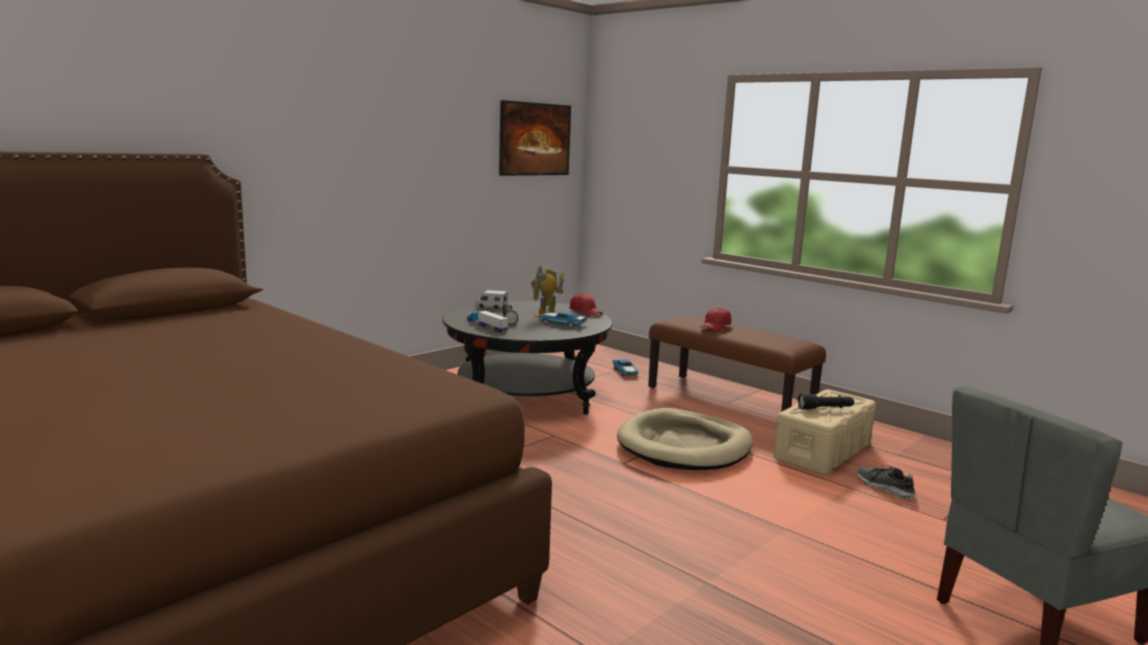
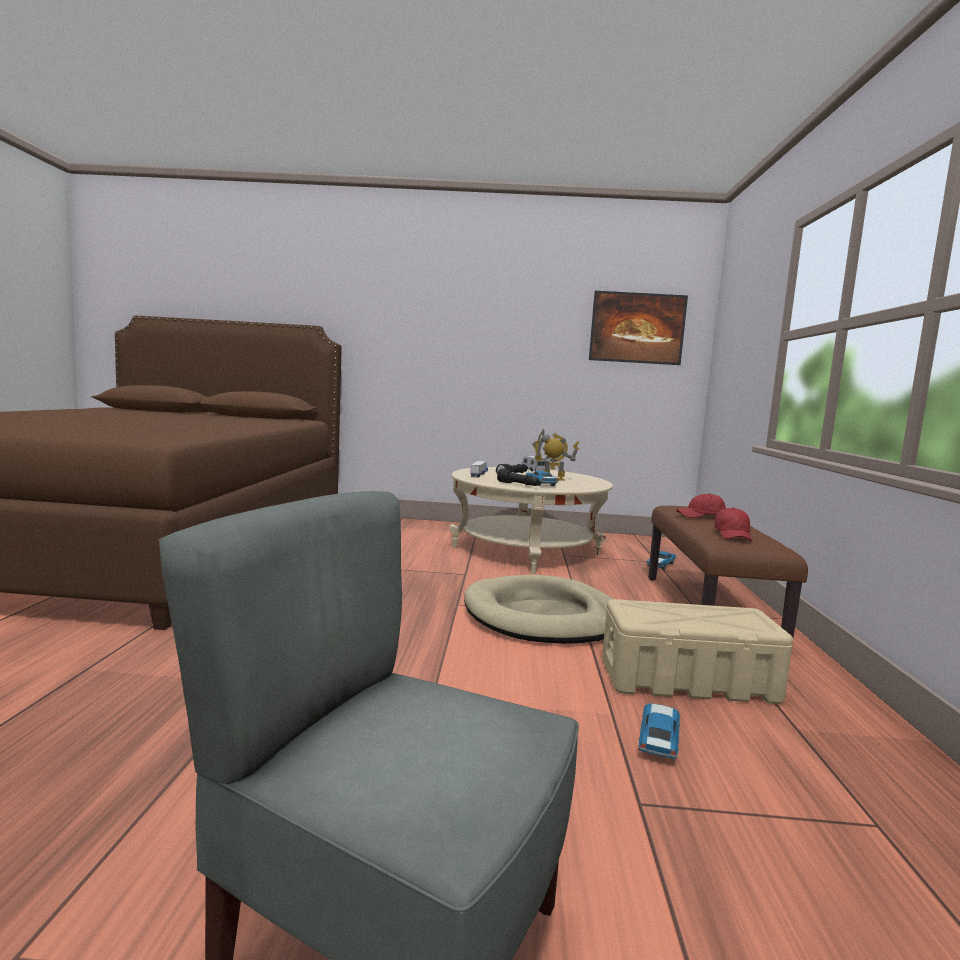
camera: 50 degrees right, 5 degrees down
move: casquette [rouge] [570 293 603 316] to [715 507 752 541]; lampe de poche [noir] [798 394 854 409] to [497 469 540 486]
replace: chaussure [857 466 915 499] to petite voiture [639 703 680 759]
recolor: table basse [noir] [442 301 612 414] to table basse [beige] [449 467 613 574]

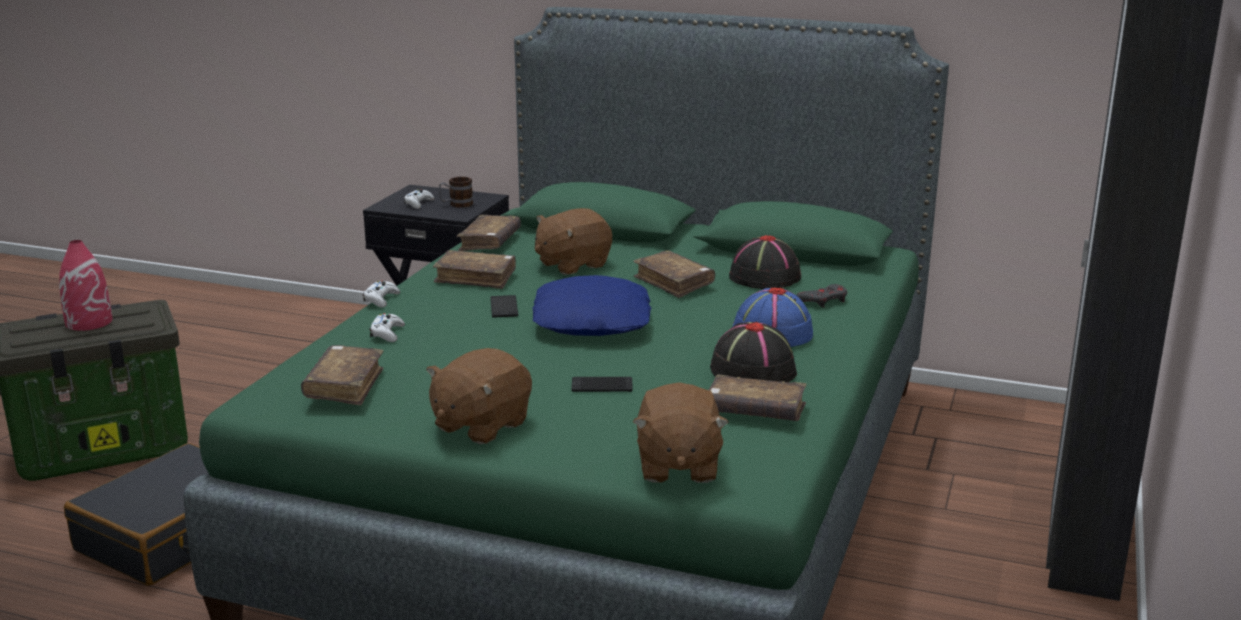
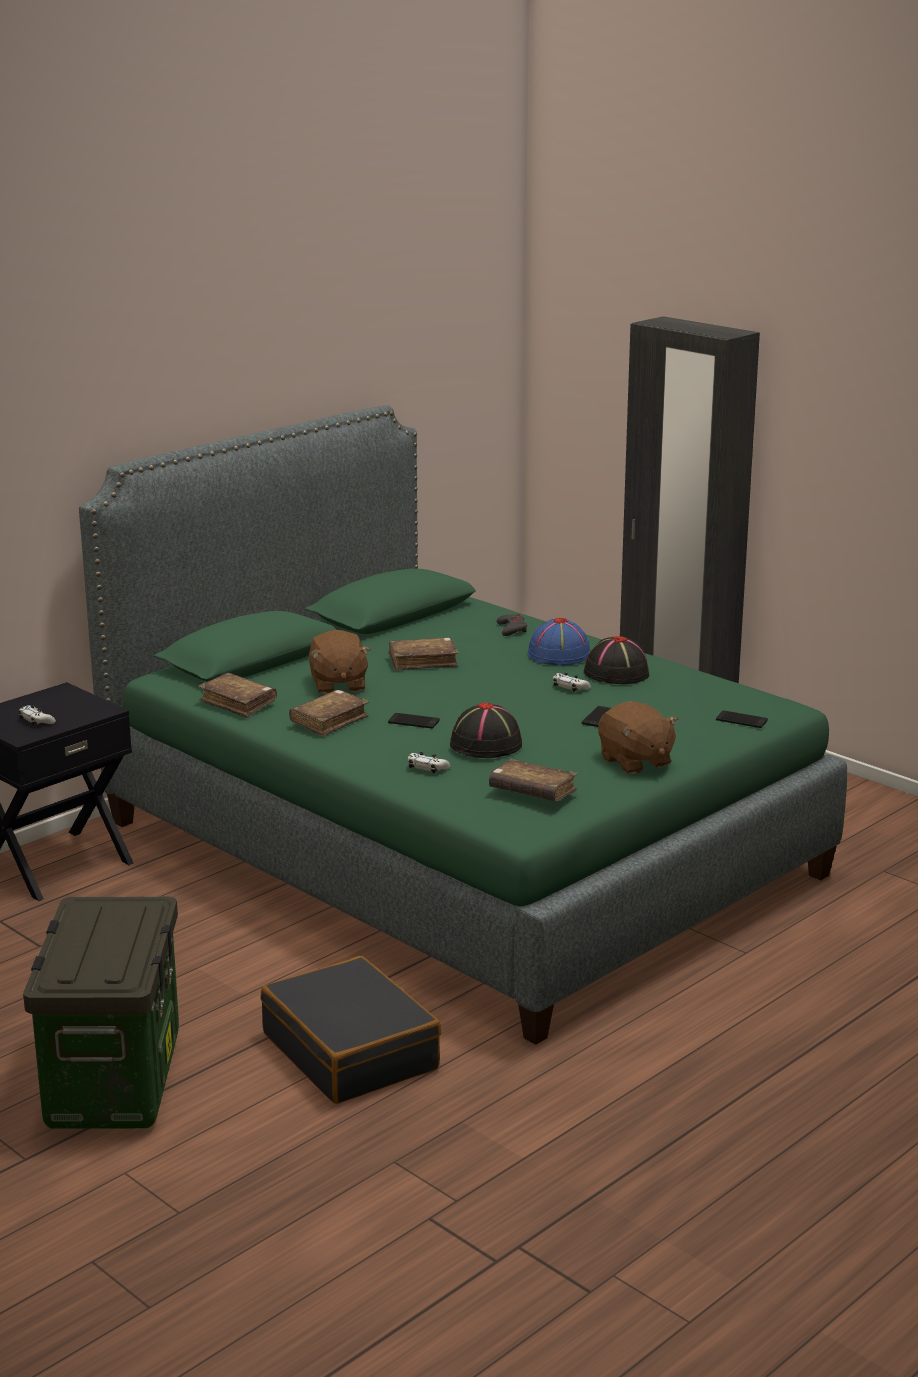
camera: 65 degrees left, 0 degrees up
delete: vase [rouge] [59 240 113 331]; mug [439 177 473 208]; coussin [bleu] [532 275 651 336]; livre [marron] [709 374 806 421]
move: manette [blanc] [363 281 400 308] to [553 673 591 692]; chapeau [noir] [729 235 801 289] to [450 702 522 758]
replace: peluche [marron] [633 382 729 483] to téléphone [716 711 768 728]

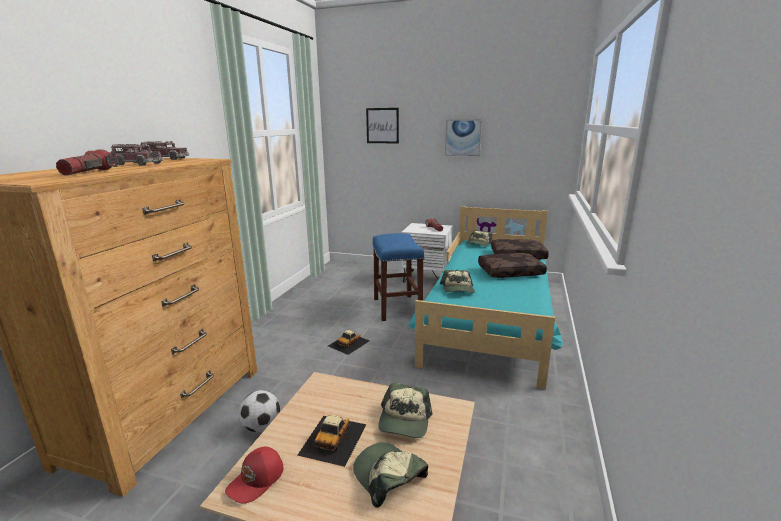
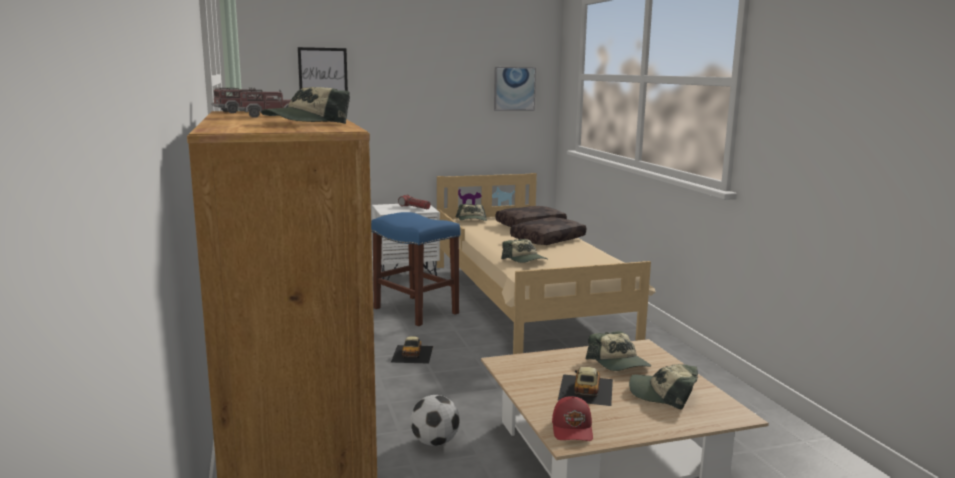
camera: 35 degrees left, 5 degrees down
move: tableau [445 120 482 156] to [494 67 536 111]
replace: lampe de poche [56 149 118 175] to casquette [261 87 350 124]
recolor: lit [turquoise] [408 206 563 389] to lit [beige] [437 173 656 354]
rotate: petite voiture [297 415 366 467] = [558 367 613 406] 150 degrees counterclockwise

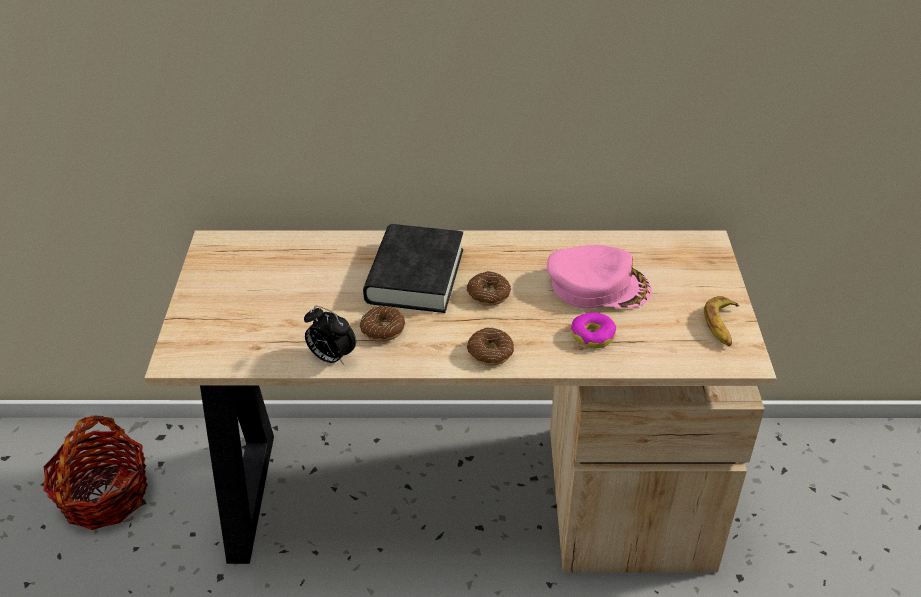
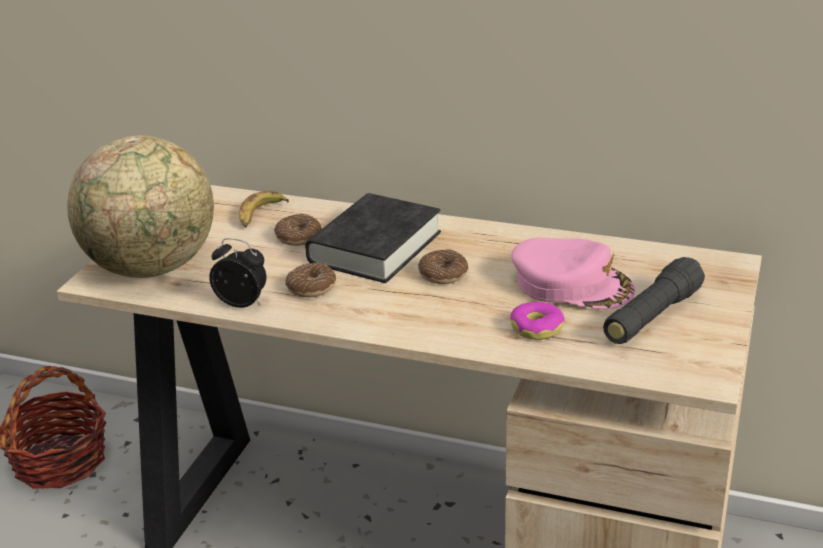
camera: 20 degrees right, 10 degrees down
insert: globe [67 135 214 278]; lampe de poche [noir] [603 257 705 344]
move: beignet [467 328 514 366] to [274 214 322 246]; banane [704 296 739 346] to [239 191 289 227]
rotate: réveil [304 306 356 365] = [209 238 267 308] 150 degrees clockwise

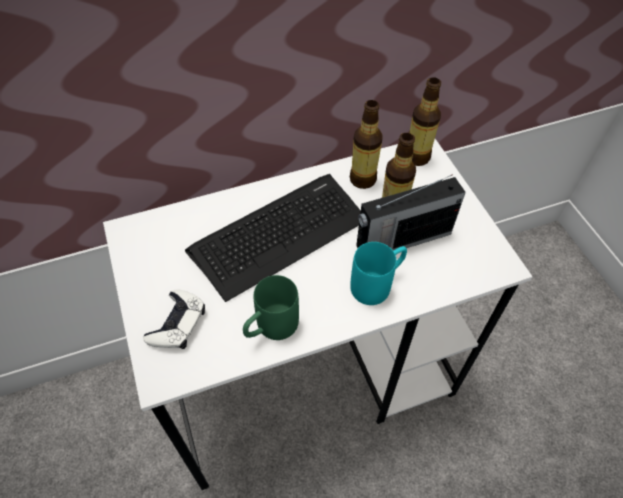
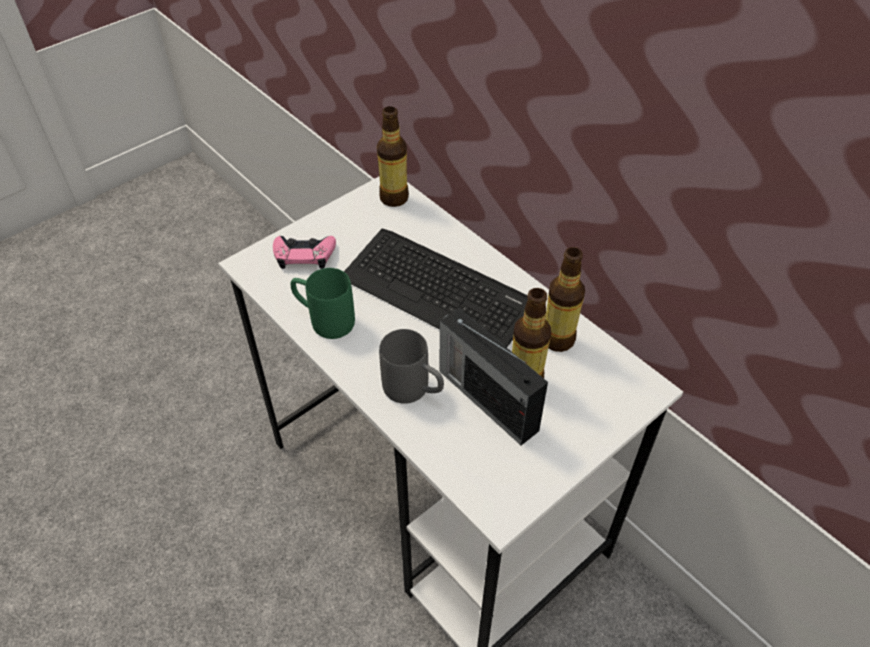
camera: 70 degrees right, 5 degrees down
move: bouteille [410 78 441 166] to [377 106 409 207]
recolor: manette [blanc] [143 289 205 349] to manette [rose] [273 236 336 269]; mug [turquoise] [350 242 407 305] to mug [gris] [379 329 444 404]

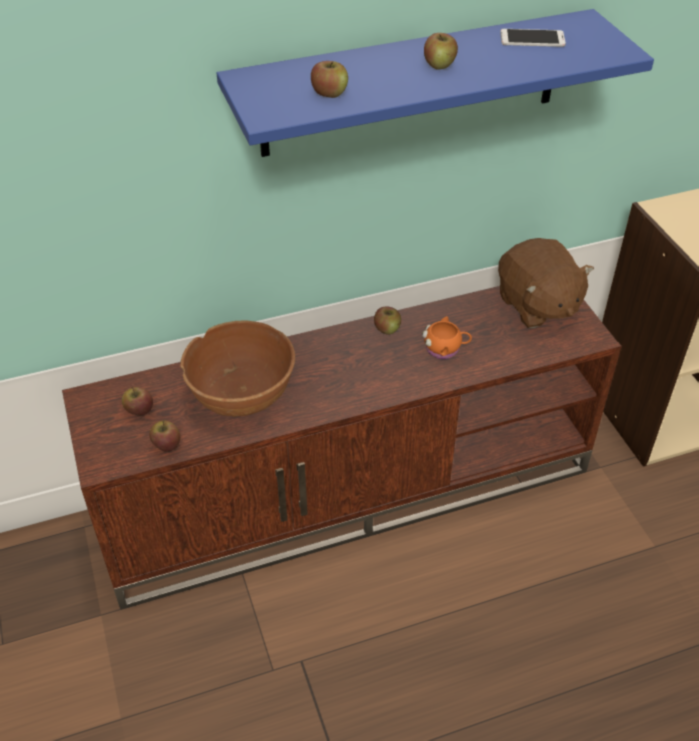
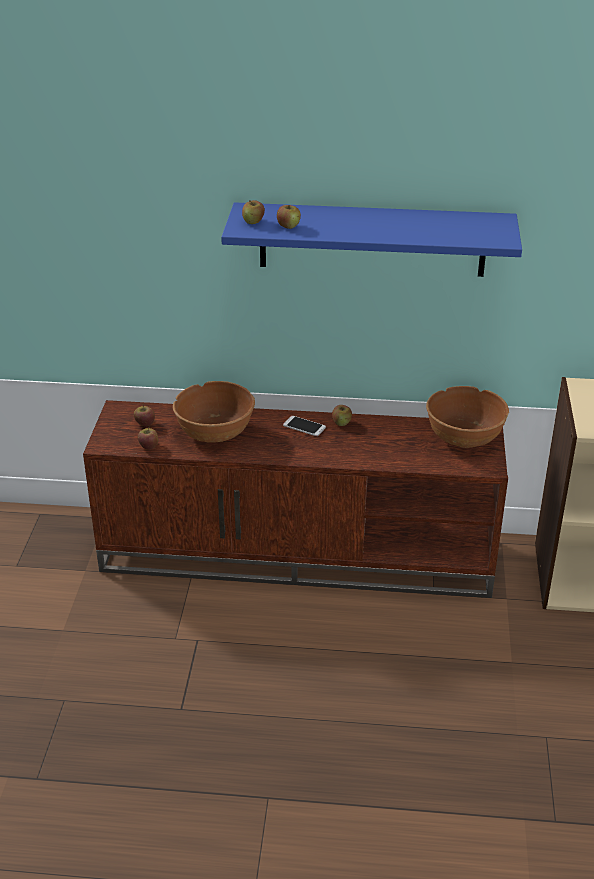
camera: 25 degrees right, 10 degrees down
delete: mug [orange] [422 316 472 359]
move: pomme [424 33 458 69] to [242 200 265 224]; téléphone [500 29 566 47] to [283 416 326 436]
replace: peluche [marron] [498 238 594 328] to bol [marron] [426 386 509 448]

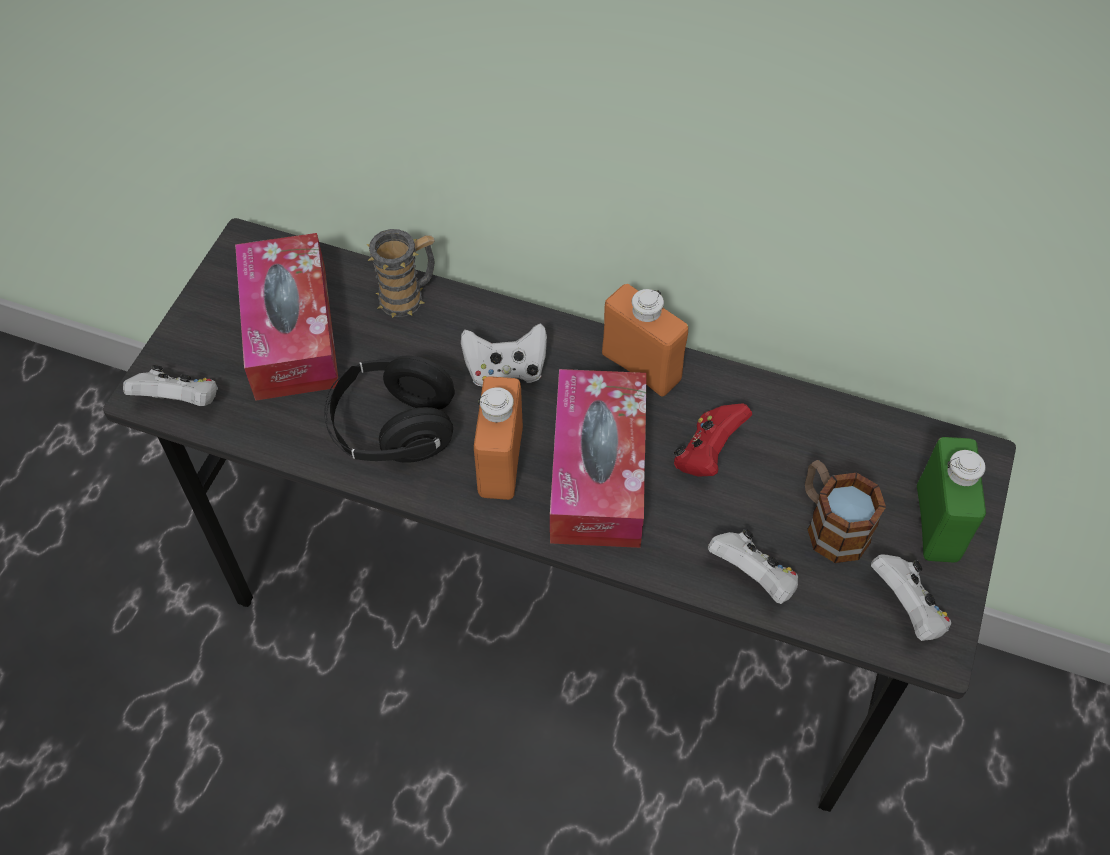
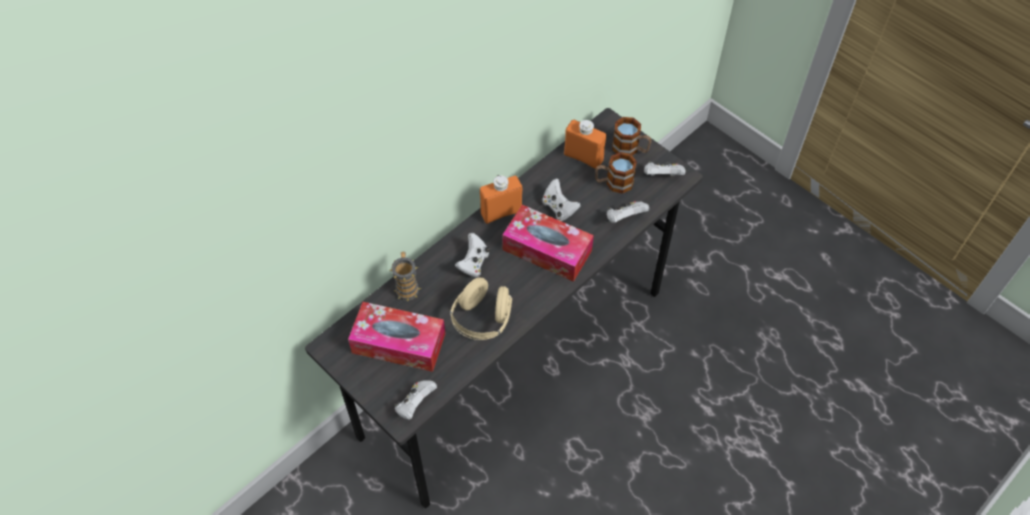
camera: 65 degrees left, 0 degrees up
move: bouteille [orange] [474 376 523 500] to [564 120 606 169]
replace: bouteille [vert] [917 437 986 563] to mug [612 117 652 155]
recolor: casque audio [noir] [324 356 455 463] to casque audio [beige] [450 277 512 340]; manette [rouge] [674 404 752 477] to manette [blanc] [542 179 581 221]

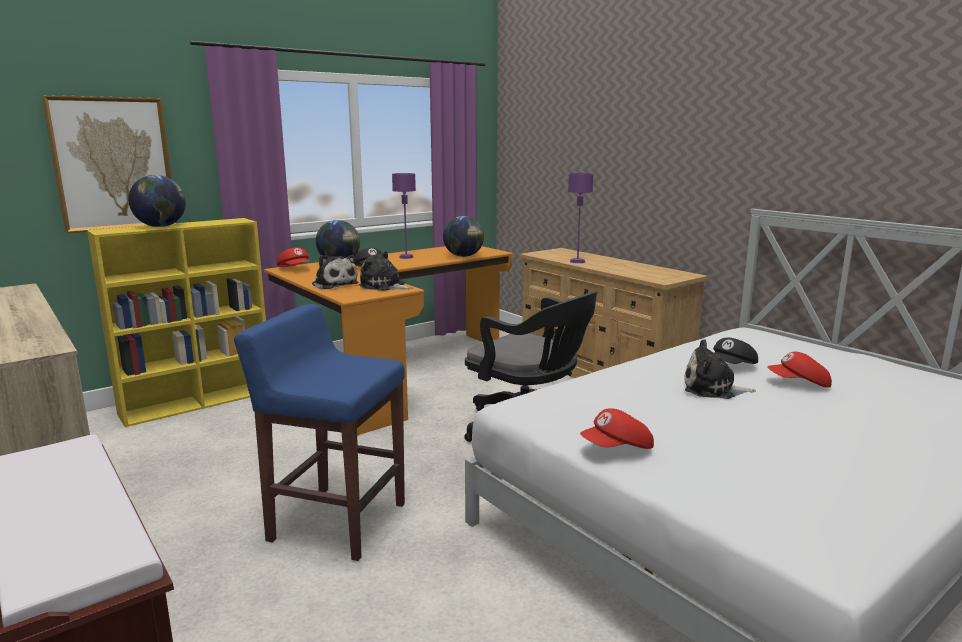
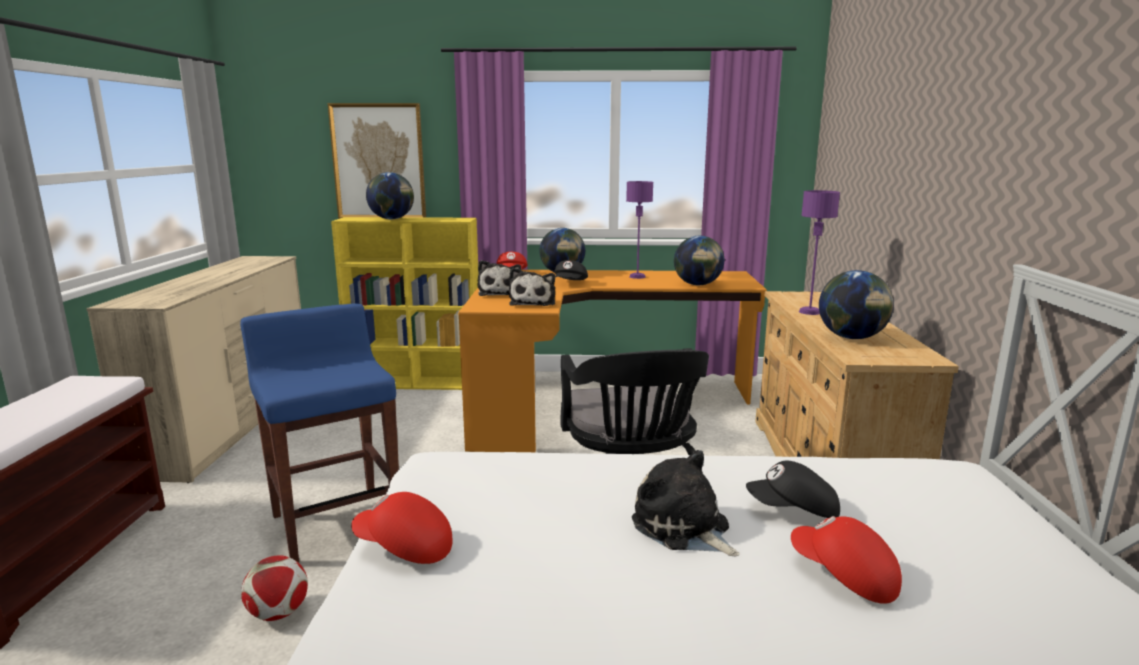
camera: 40 degrees right, 0 degrees up
insert: ballon de foot [241 555 308 621]; globe [819 270 894 339]
rotate: peluche [359 250 413 291] = [509 268 555 306] 150 degrees counterclockwise

